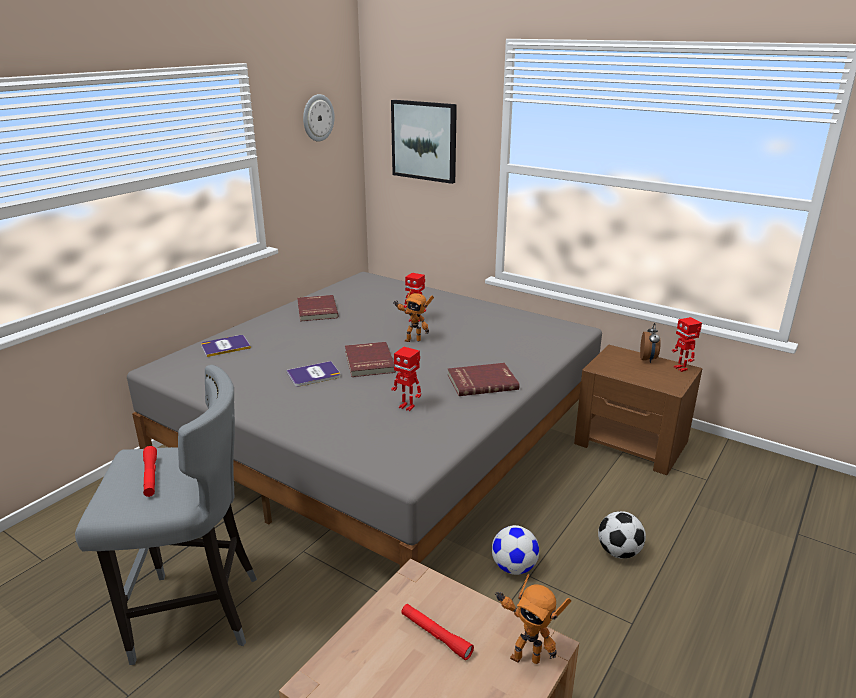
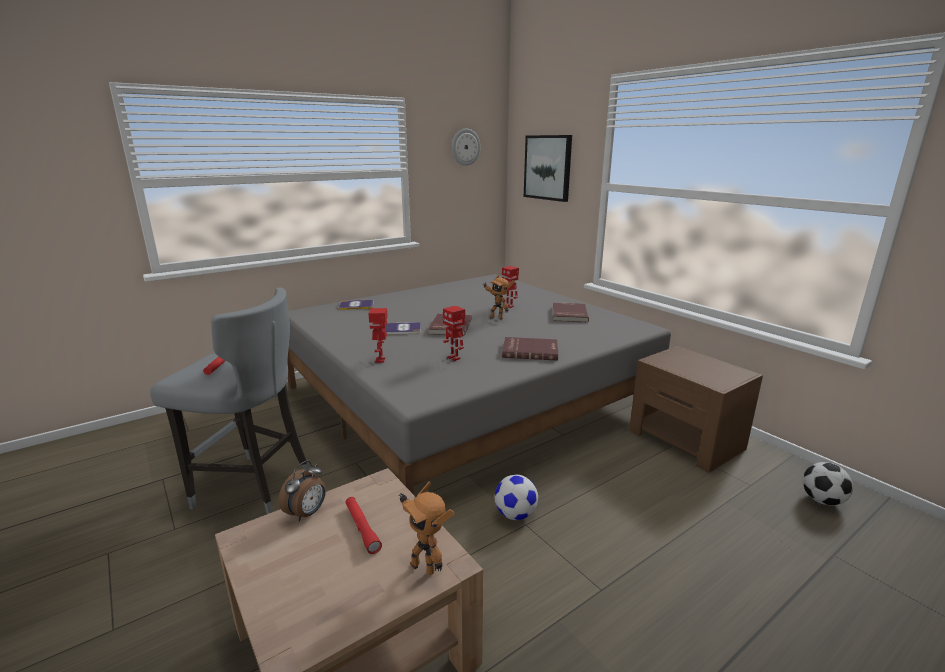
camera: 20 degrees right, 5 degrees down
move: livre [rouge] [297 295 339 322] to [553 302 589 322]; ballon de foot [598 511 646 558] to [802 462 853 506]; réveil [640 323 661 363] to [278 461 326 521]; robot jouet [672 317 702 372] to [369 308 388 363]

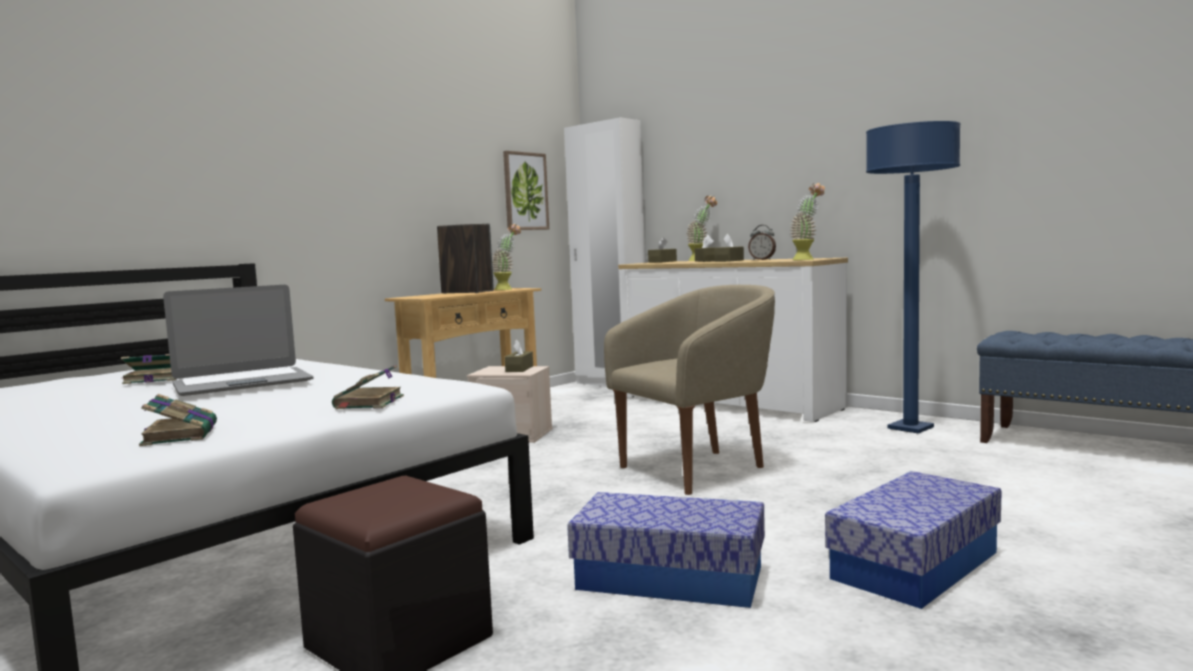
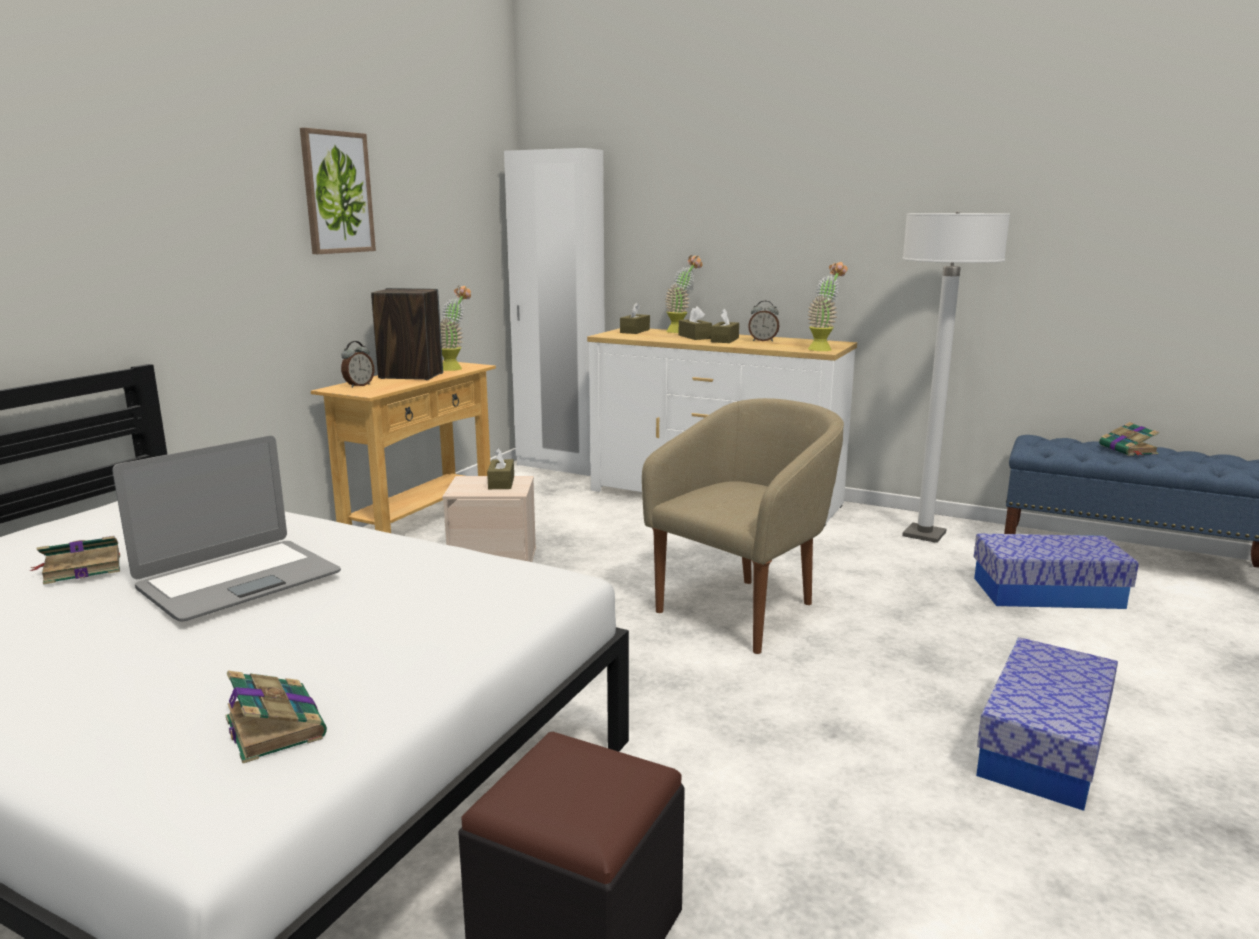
camera: 15 degrees left, 10 degrees up
insert: réveil [341 341 374 388]
move: livre [332 365 404 409] to [1099 422 1159 456]; tableau [503 151 549 230] to [300 128 376 254]; boîte de rangement [567 492 765 608] to [974 533 1139 609]
recolor: lampadaire [bleu] [866 121 961 433] to lampadaire [blanc] [902 211 1010 543]

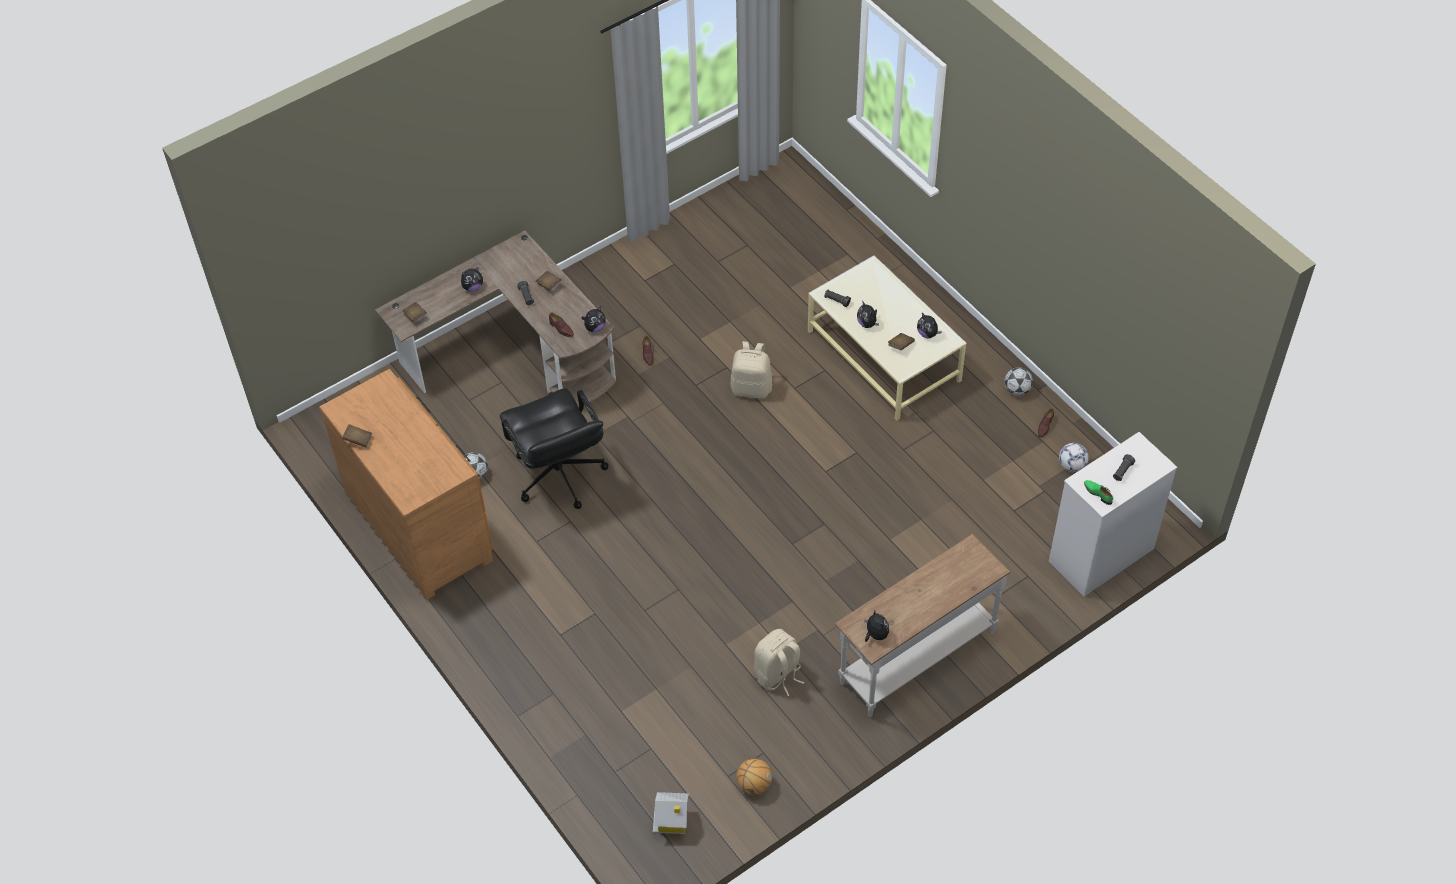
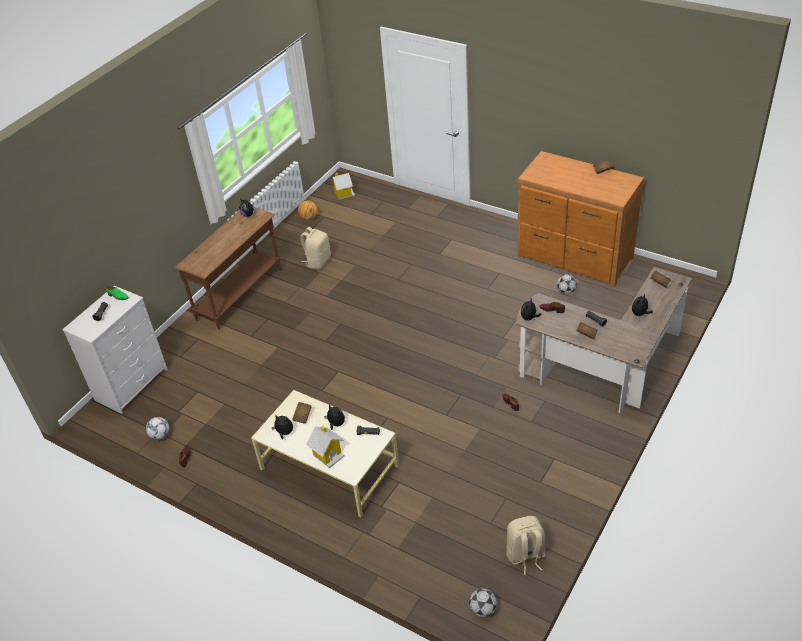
camera: 160 degrees right, 10 degrees down
delete: chaise de bureau [noir] [500 388 608 509]
insert: maison miniature [306 426 345 468]
move: sac à dos [beige] [731 341 772 399] to [506 516 546 575]; ballon de foot [1004 367 1033 396] to [469 588 497 617]
recolor: table console [blanc] [834 534 1011 717] to table console [marron] [175 207 281 330]

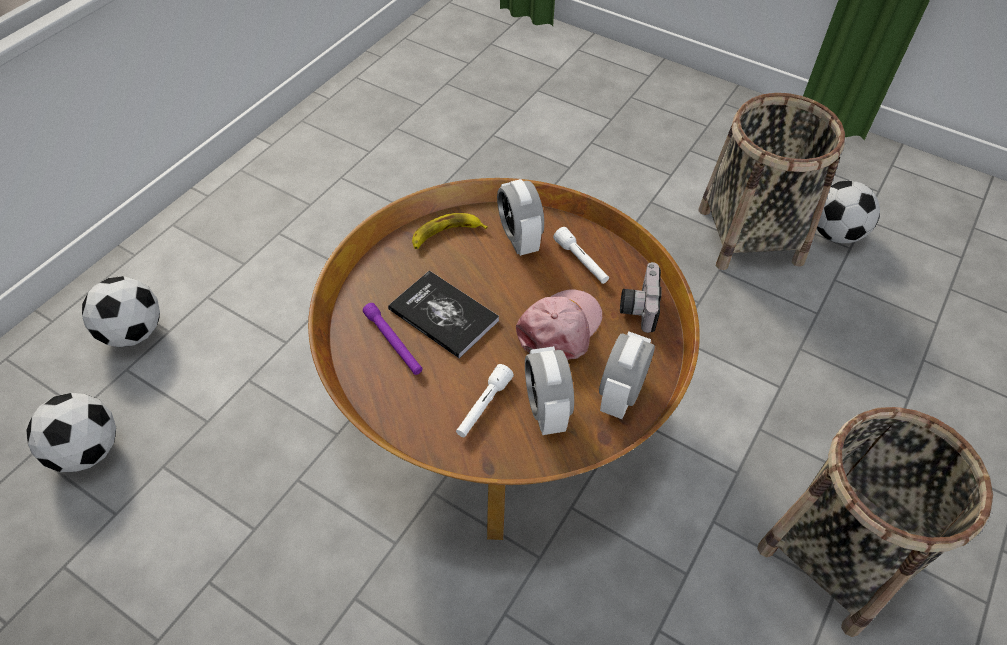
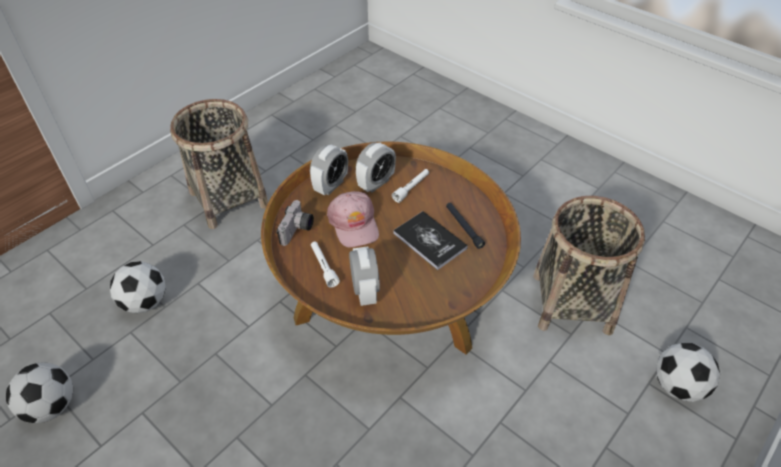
camera: 170 degrees left, 5 degrees down
delete: banane [412 213 488 249]
move: ballon de foot [27 393 116 472] to [110 261 166 313]; panier [698 93 845 270] to [533 196 645 335]
recolor: lampe de poche [violet] [363 303 422 375] to lampe de poche [noir] [446 203 485 249]
rotate: casquette [rose] [516 289 602 360] = [327 191 379 248] 60 degrees counterclockwise; réveil [525 346 574 435] = [356 143 396 193] 45 degrees clockwise

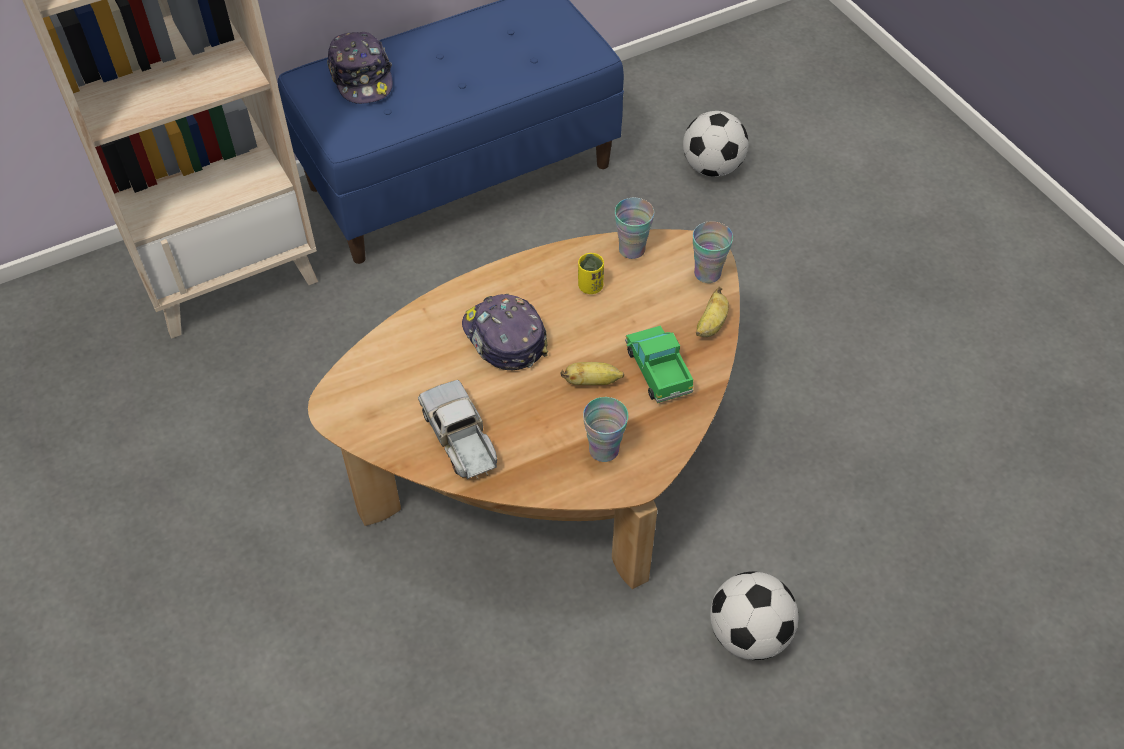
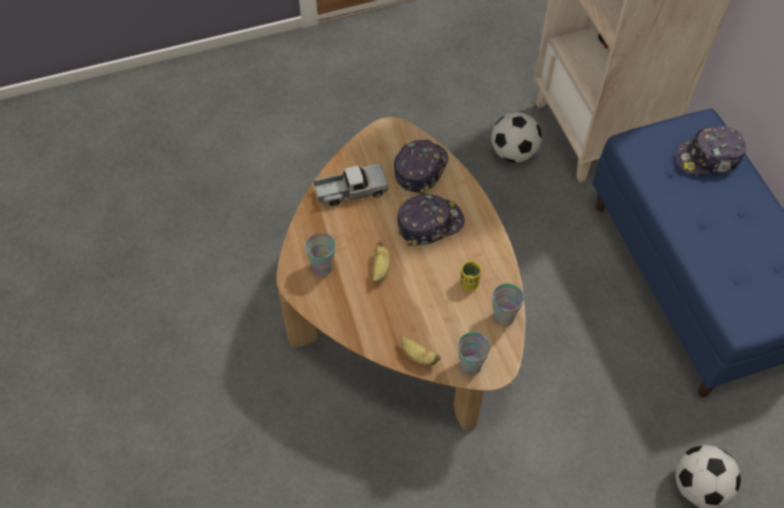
camera: 100 degrees right, 5 degrees up
delete: camion jouet [625 325 693 403]
insert: casquette [394 139 448 195]
move: ballon de foot [710 571 798 660] to [491 112 542 163]

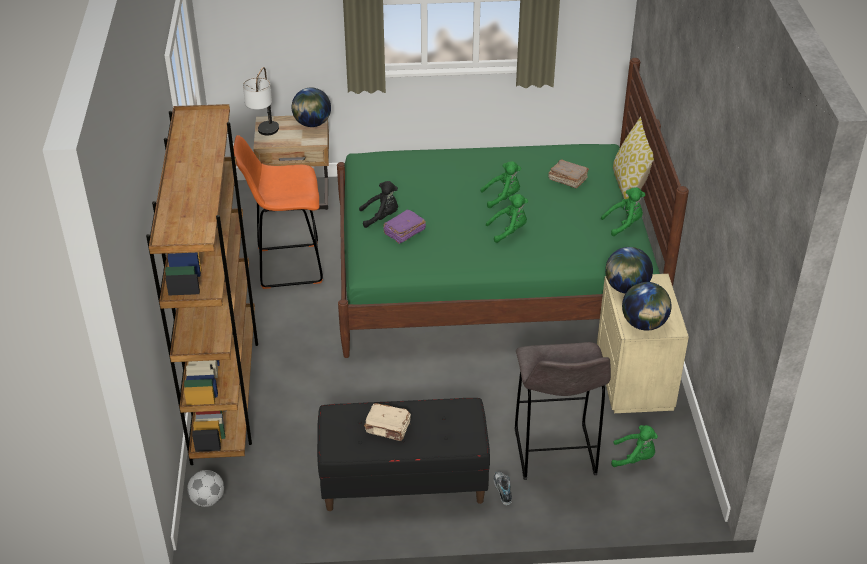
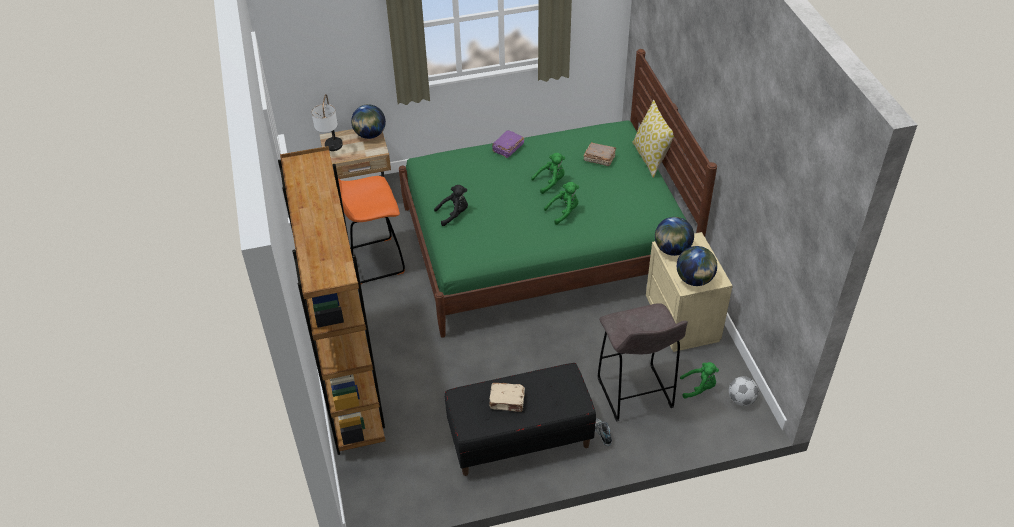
camera: 10 degrees left, 5 degrees up
delete: peluche [vert] [601 187 645 236]
move: ballon de foot [187 470 224 507] to [729 377 758 406]; livre [violet] [383 210 426 244] to [492 130 524 158]

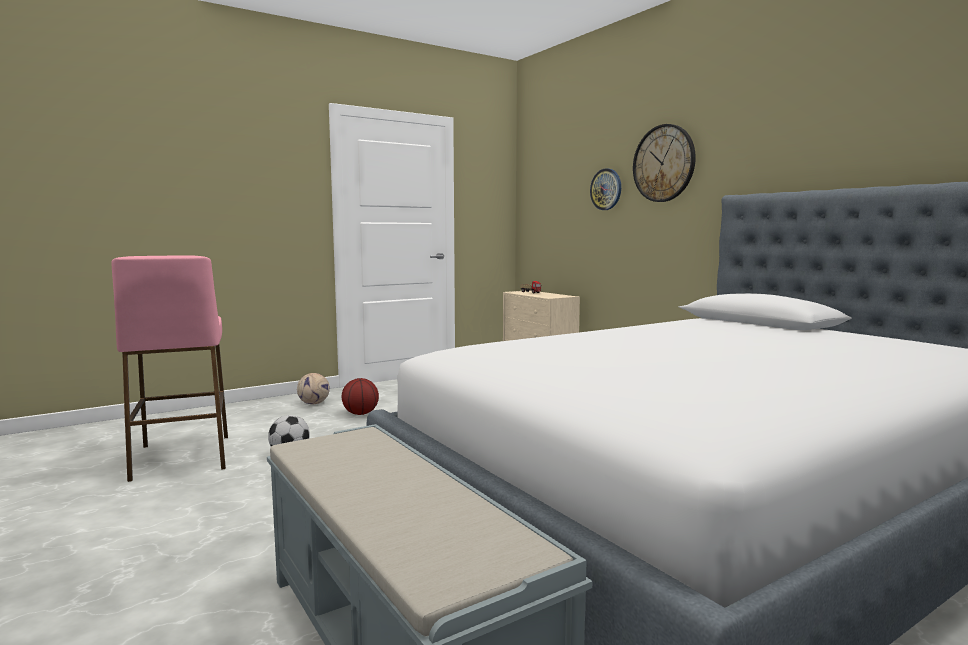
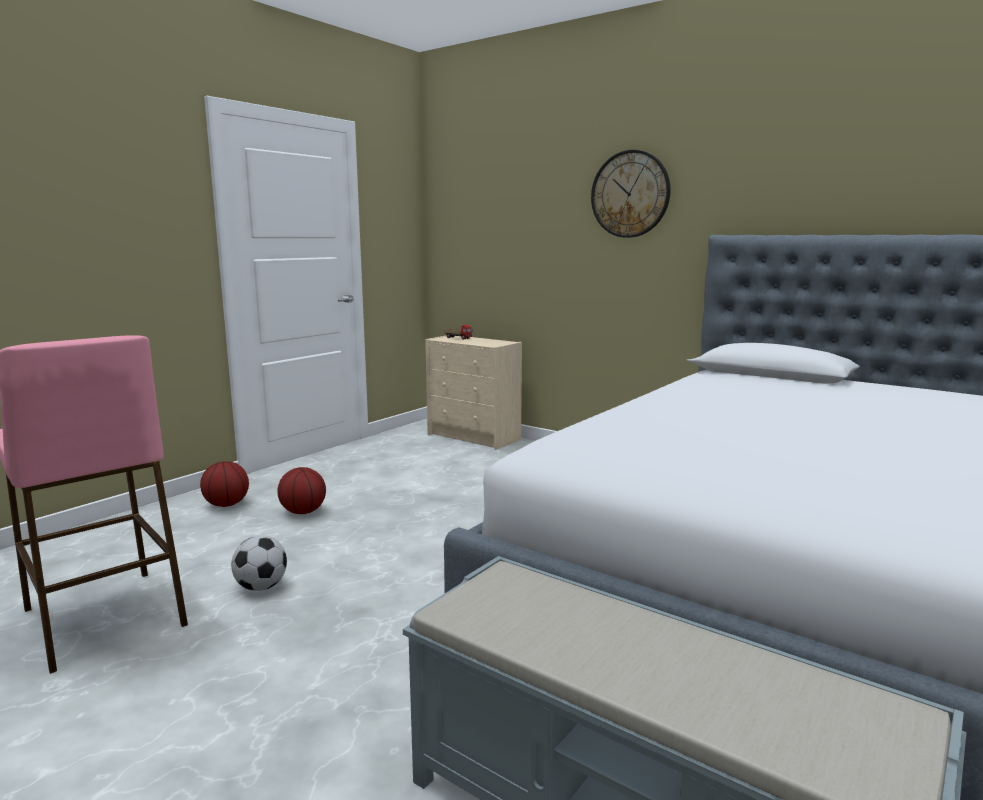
camera: 20 degrees left, 5 degrees up
delete: horloge murale [590 168 621 210]
replace: ballon de foot [297 373 330 404] to ballon de basket [200 461 249 507]

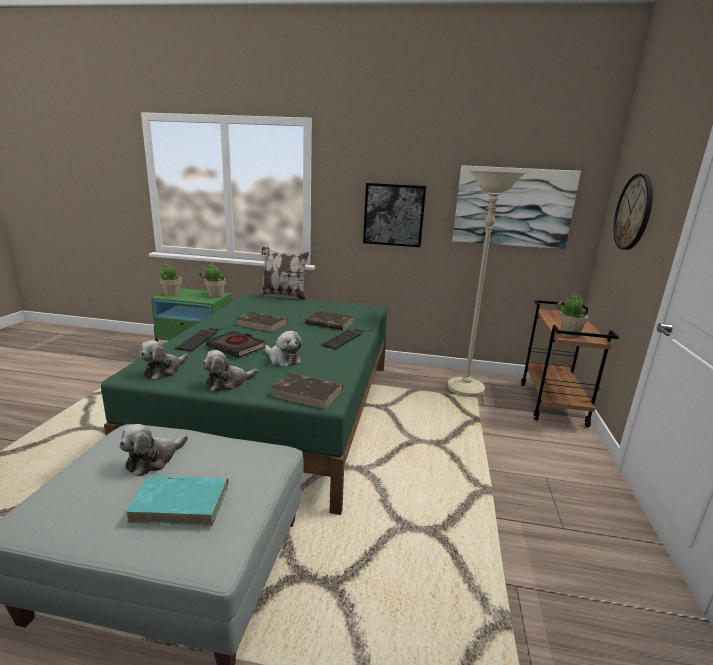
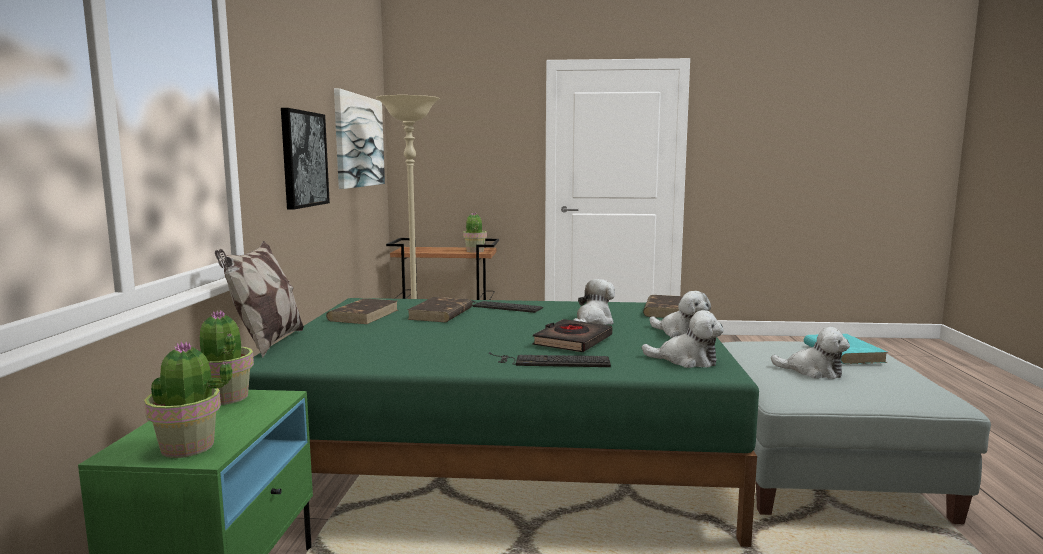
camera: 95 degrees left, 10 degrees down
delete: horloge murale [614 174 653 250]
move: livre [marron] [236 312 288 332] to [326 298 398 324]

